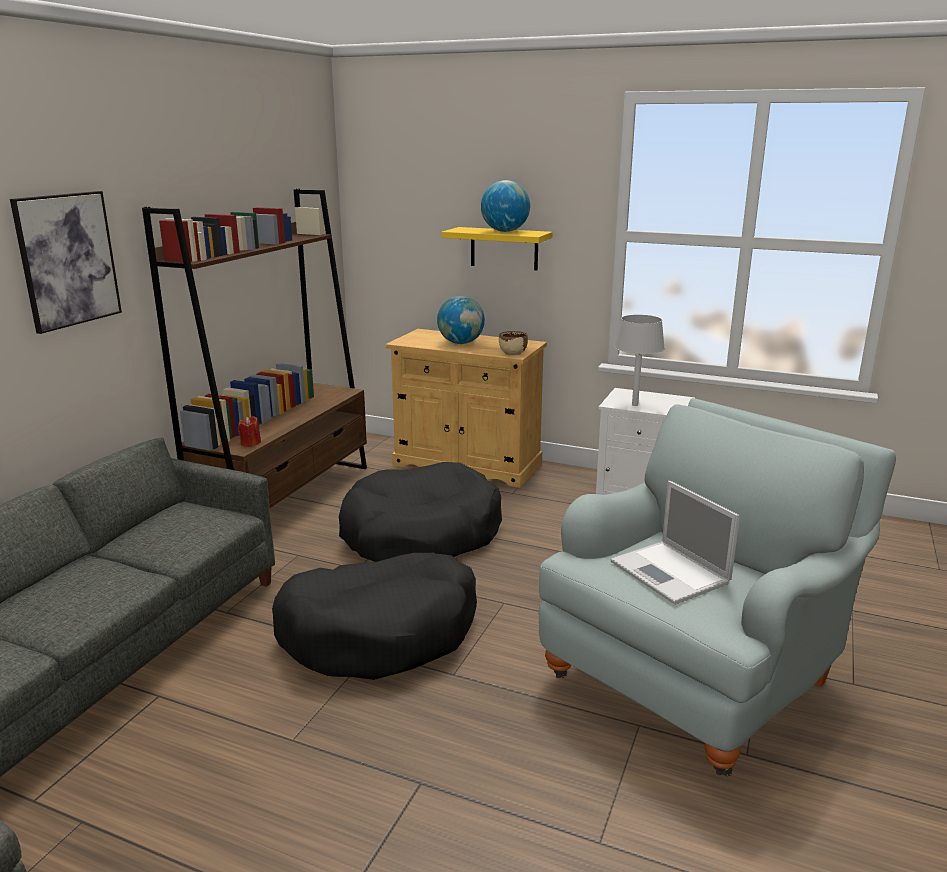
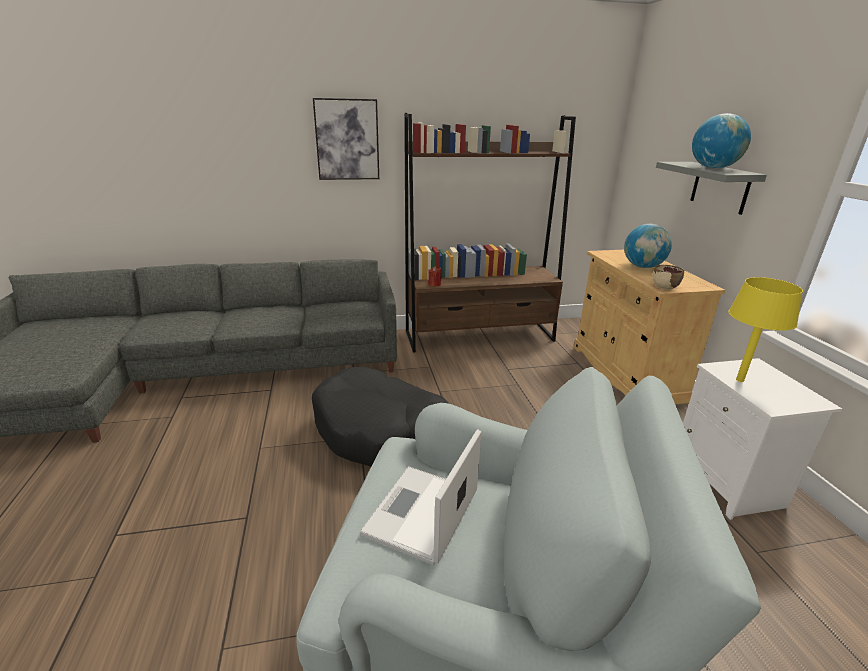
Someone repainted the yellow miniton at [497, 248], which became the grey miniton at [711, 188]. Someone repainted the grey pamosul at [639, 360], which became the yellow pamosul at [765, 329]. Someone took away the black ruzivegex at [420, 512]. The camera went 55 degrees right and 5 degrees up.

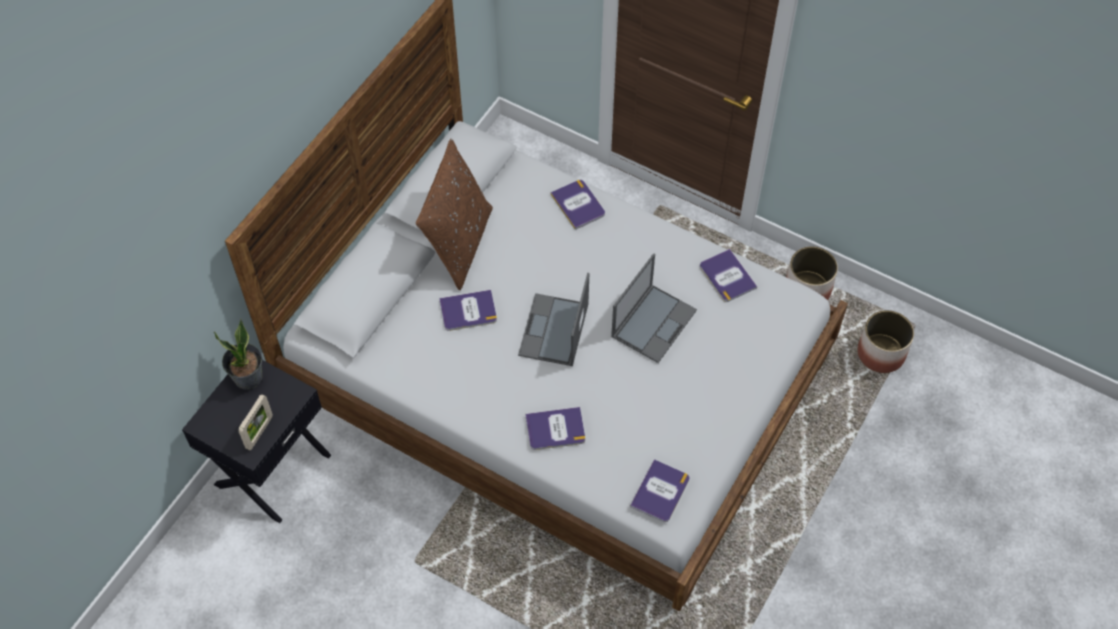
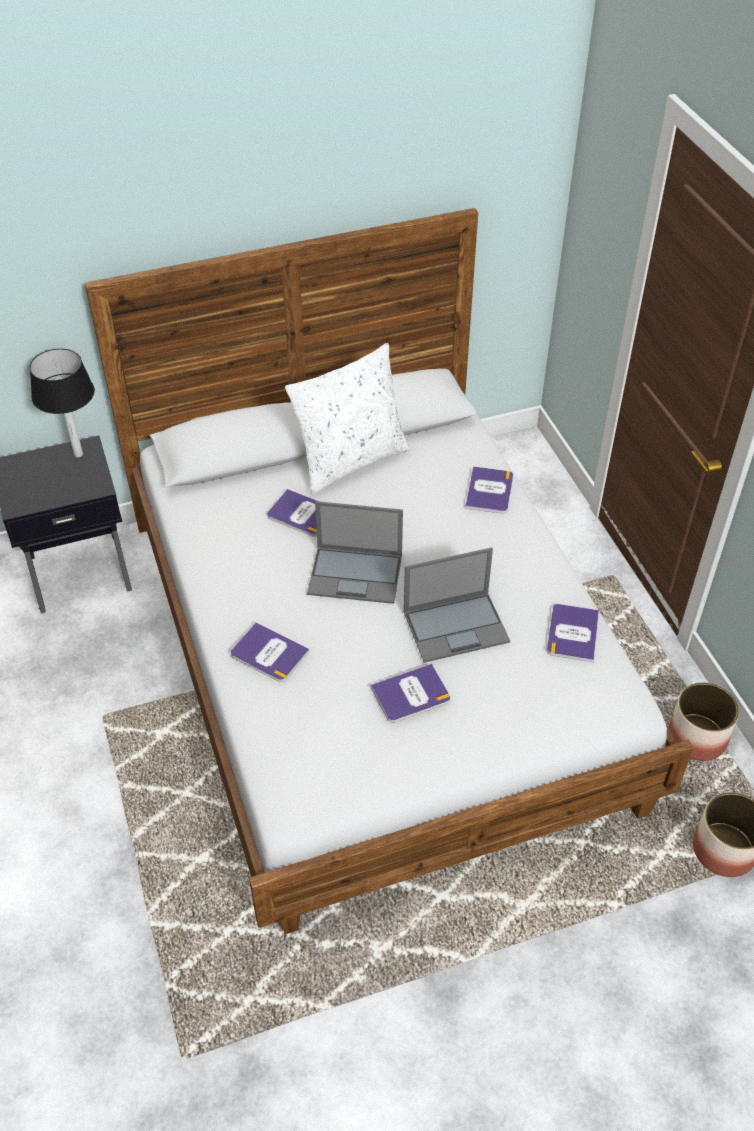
Someone repainted the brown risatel at [454, 214], which became the white risatel at [347, 418]. Someone rotated the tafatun at [553, 319] by 135 degrees counterclockwise. Someone swapped the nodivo at [238, 354] for the pamosul at [62, 403]. Someone took away the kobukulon at [255, 422]. Someone carried the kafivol from [659, 490] to [410, 693]. The camera went 40 degrees right and 10 degrees down.

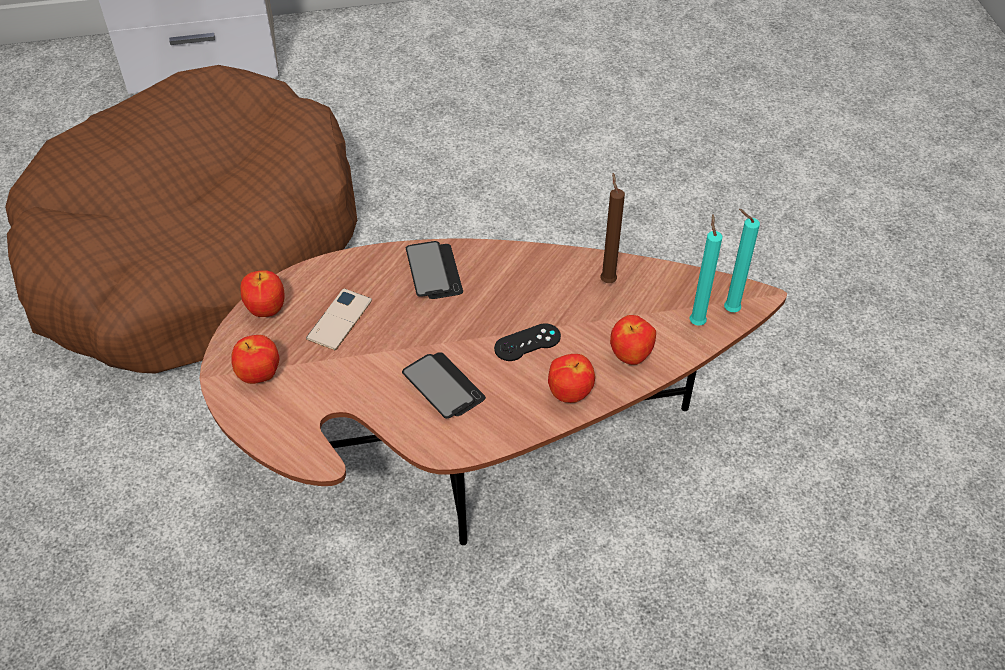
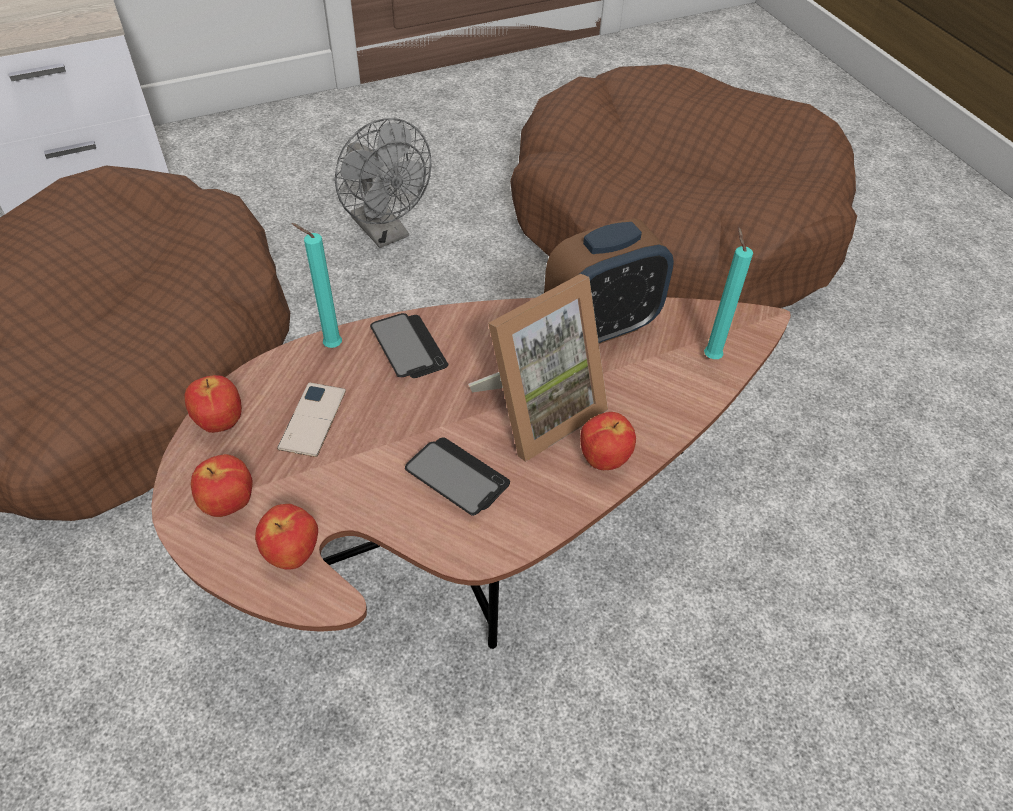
Someone swapped the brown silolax at [612, 228] for the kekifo at [609, 281]. Someone carried the turquoise silolax from [742, 260] to [316, 285]. Someone carried the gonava from [633, 340] to [286, 537]. Someone swapped the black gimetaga at [527, 342] for the kobukulon at [538, 368]. Someone put down the brown ruzivegex at [683, 186]. Someone put down the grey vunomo at [383, 183]. The camera went 15 degrees left and 0 degrees up.

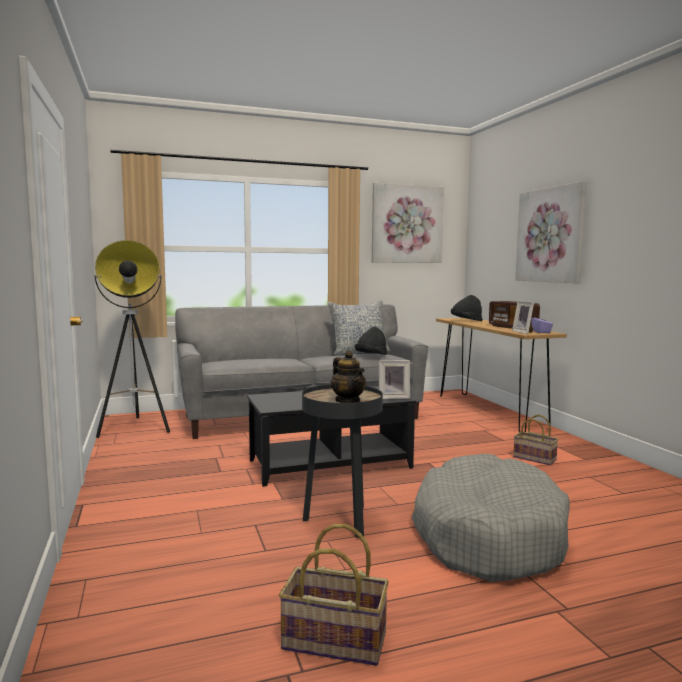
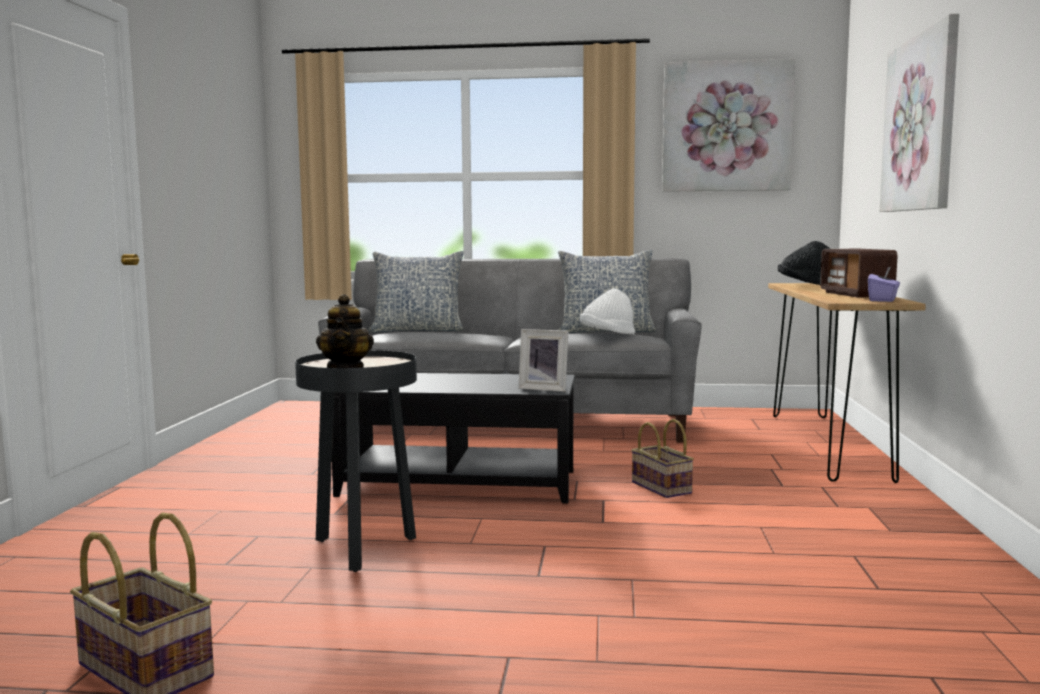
Someone took away the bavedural at [132, 339]. Someone took away the kobukulon at [523, 317]. Someone repainted the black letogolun at [371, 341], which became the white letogolun at [607, 311]. Someone carried the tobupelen from [535, 439] to [662, 458]. Someone took away the grey ruzivegex at [491, 518]. Someone put down the risatel at [416, 291]. The camera went 25 degrees right and 0 degrees up.

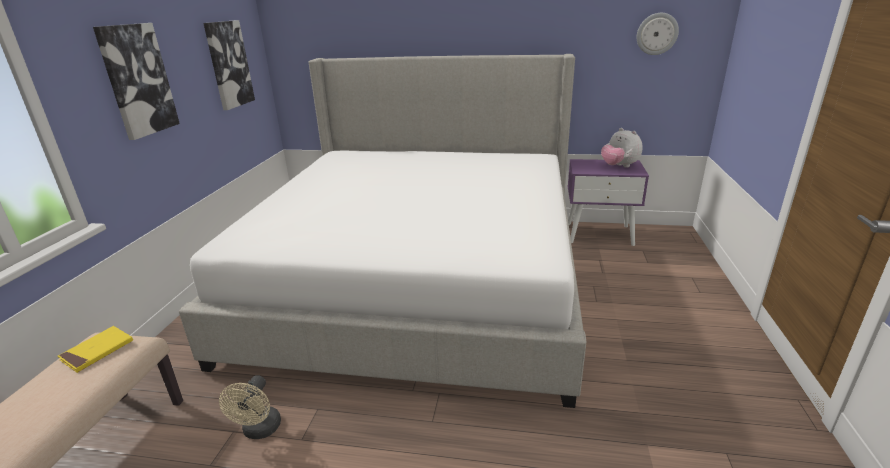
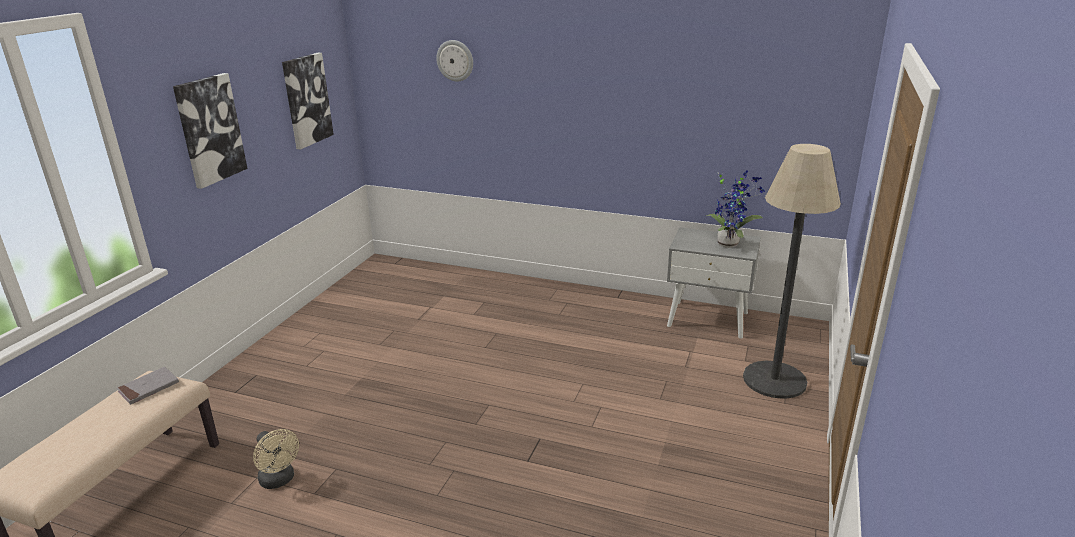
Someone carried the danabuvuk from [658, 34] to [454, 60]. Someone took away the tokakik at [382, 231]. Someone swapped the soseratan at [622, 148] for the nodivo at [735, 209]. Someone repainted the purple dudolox at [608, 202], which became the grey dudolox at [714, 283]. Someone repainted the yellow kafivol at [95, 349], which became the grey kafivol at [148, 386]. Someone rotated the beige vunomo at [250, 407] by 60 degrees counterclockwise. Someone put down the bavedural at [792, 271]. The camera went 10 degrees right and 0 degrees up.

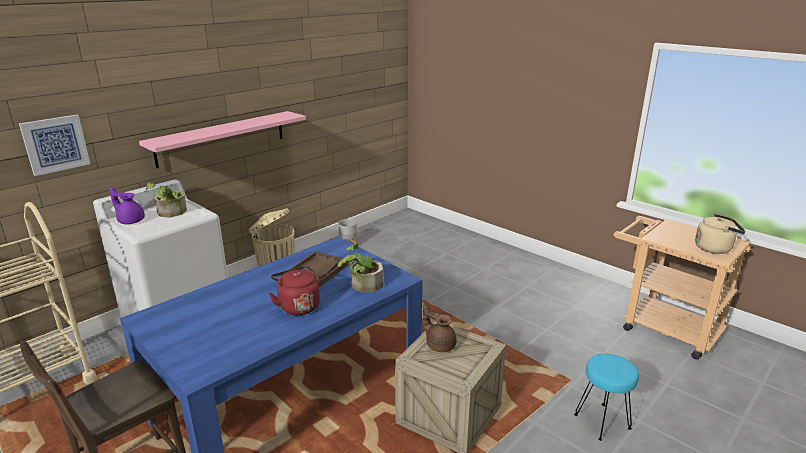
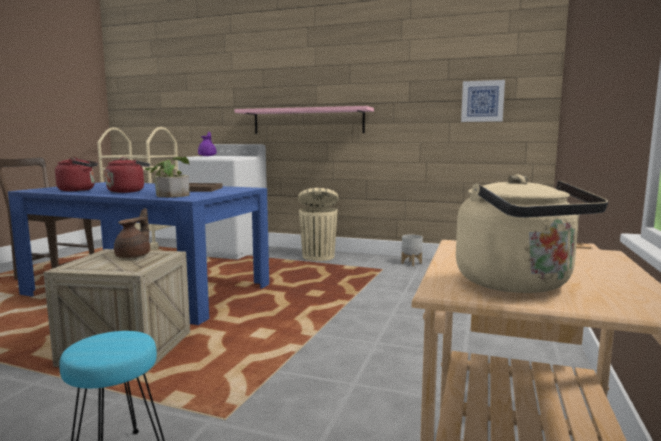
Someone carried the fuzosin from [54, 145] to [483, 101]. Someone took away the nodivo at [166, 199]. Someone put down the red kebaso at [76, 174]. The camera went 65 degrees right and 15 degrees down.

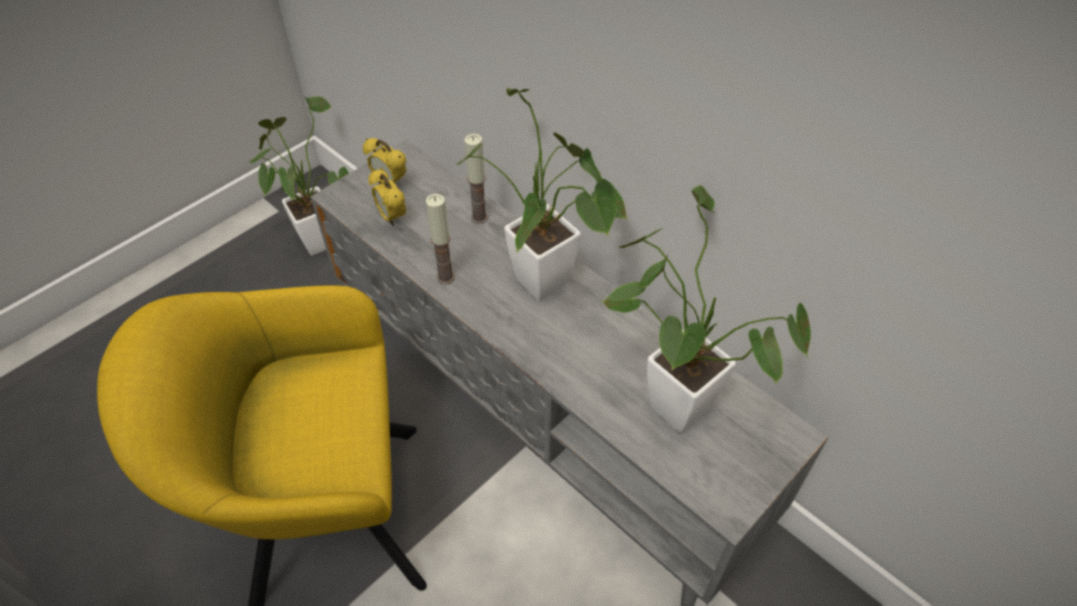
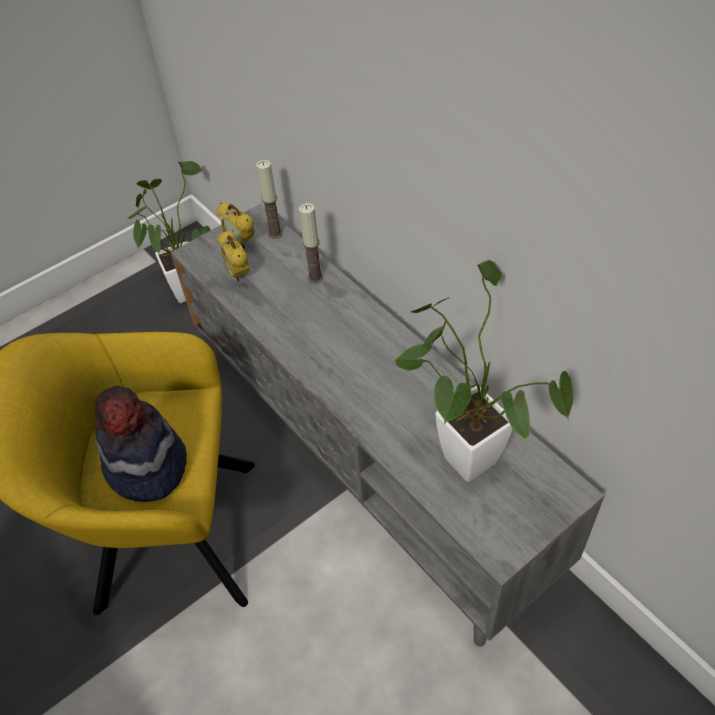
Someone took away the nodivo at [543, 194]. Someone carried the silolax from [440, 239] to [269, 199]. Someone put down the letogolun at [141, 444]. The camera went 10 degrees right and 0 degrees up.

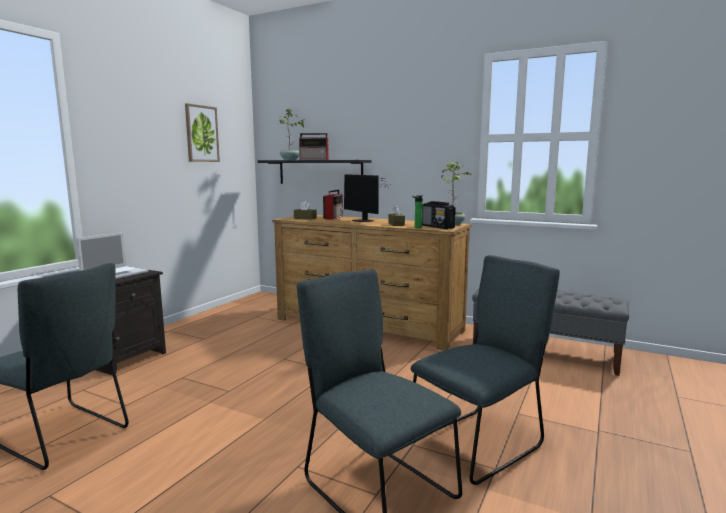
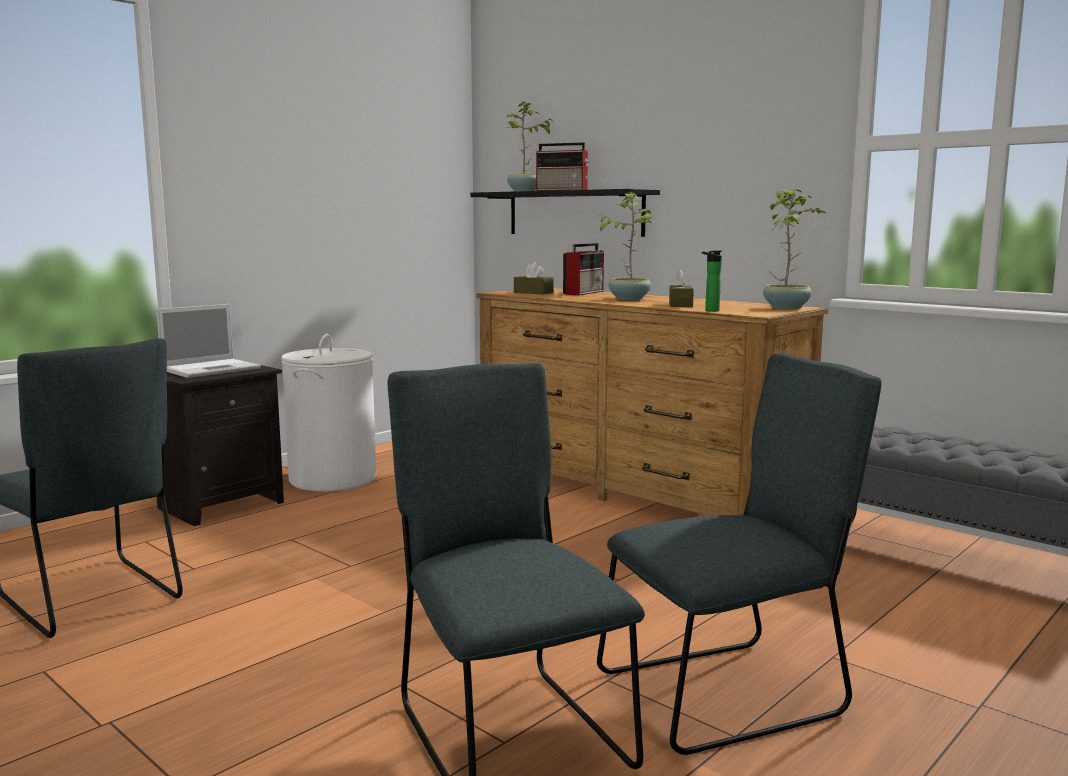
Someone took away the fuzosin at [202, 132]. Someone swapped the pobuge at [365, 198] for the nodivo at [625, 246]. Someone took away the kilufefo at [439, 215]. Someone put down the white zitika at [328, 412]. The camera went 15 degrees right and 0 degrees up.

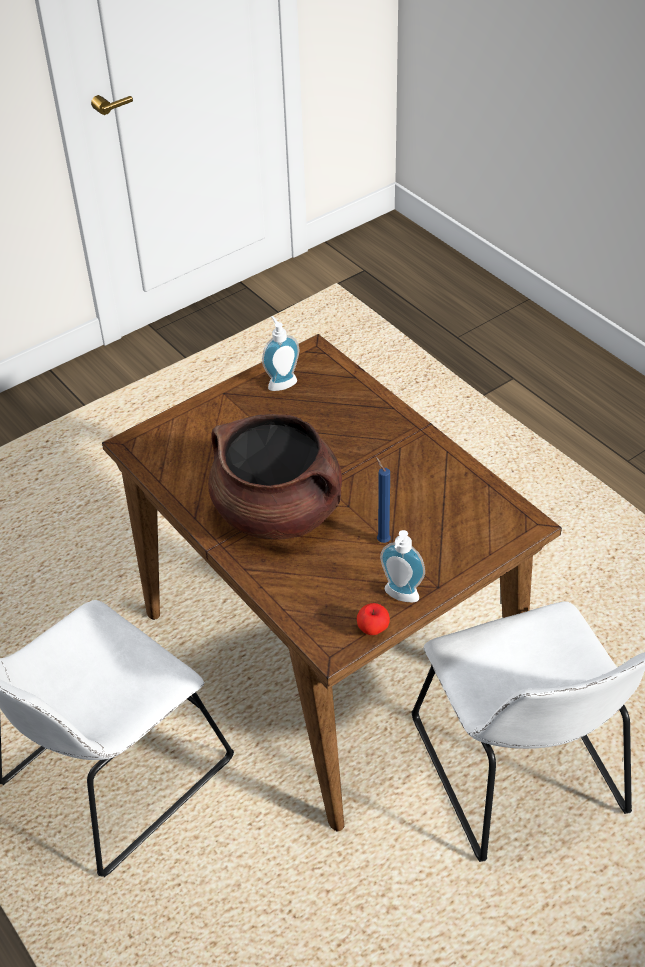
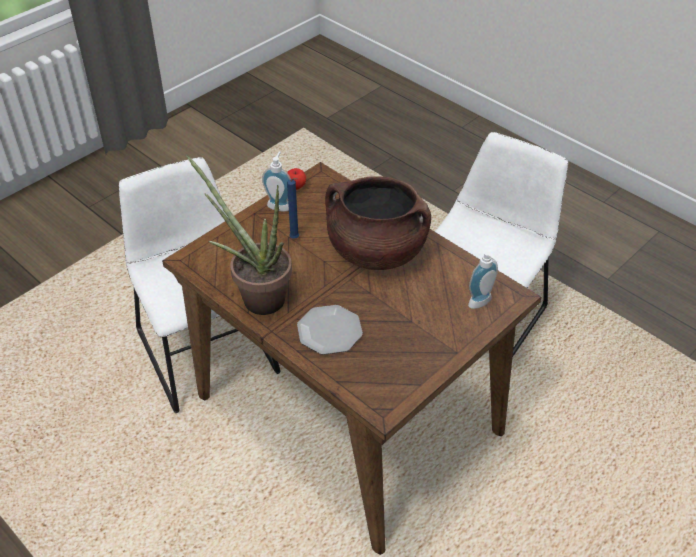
Someone carried the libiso from [280, 353] to [483, 280]. Someone put down the nodivo at [239, 235]. Someone put down the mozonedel at [330, 330]. The camera went 170 degrees right and 0 degrees up.

